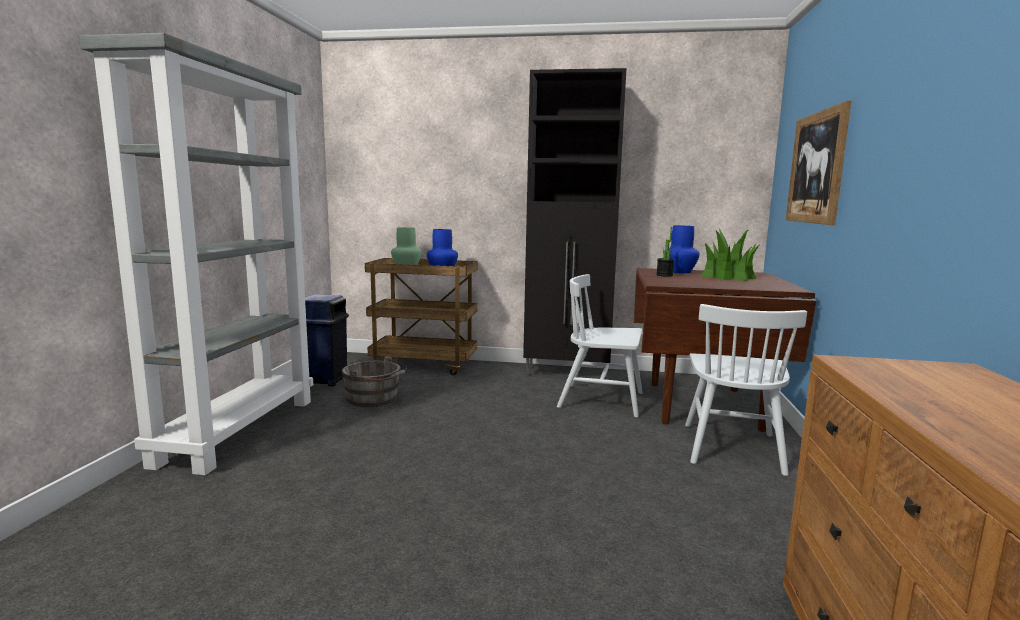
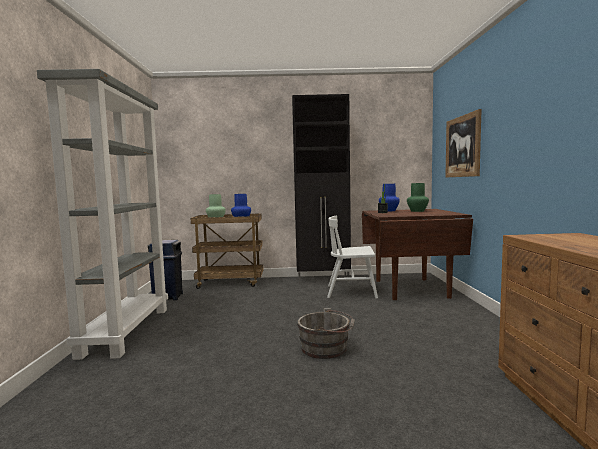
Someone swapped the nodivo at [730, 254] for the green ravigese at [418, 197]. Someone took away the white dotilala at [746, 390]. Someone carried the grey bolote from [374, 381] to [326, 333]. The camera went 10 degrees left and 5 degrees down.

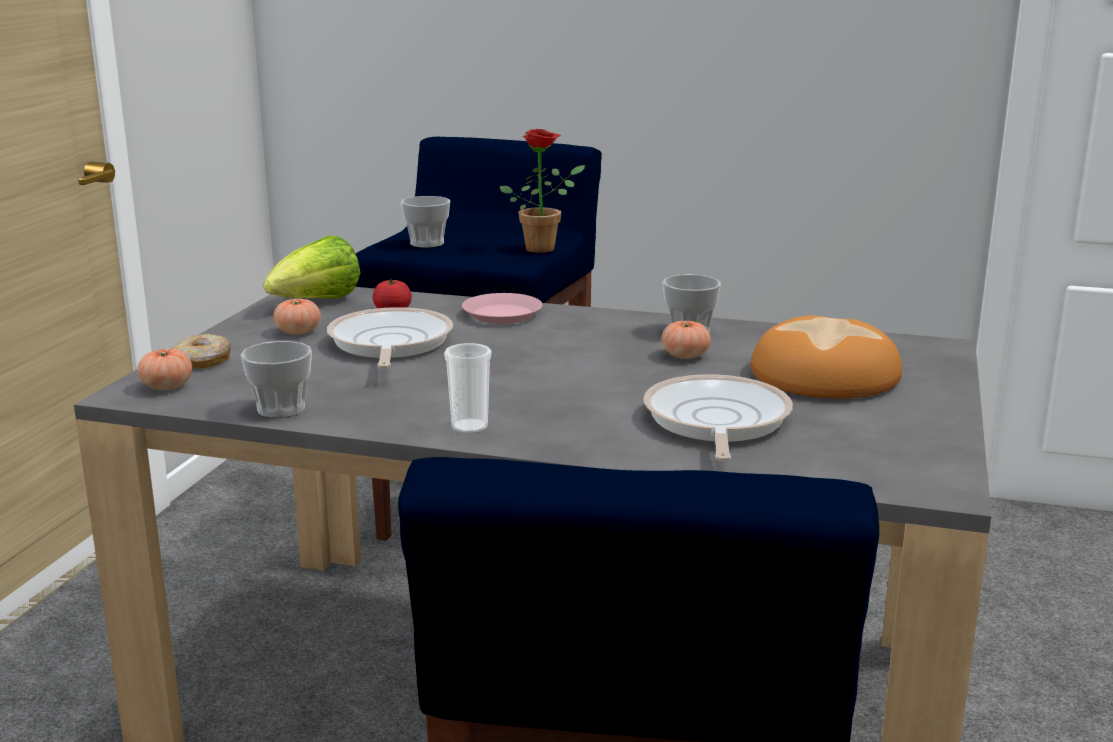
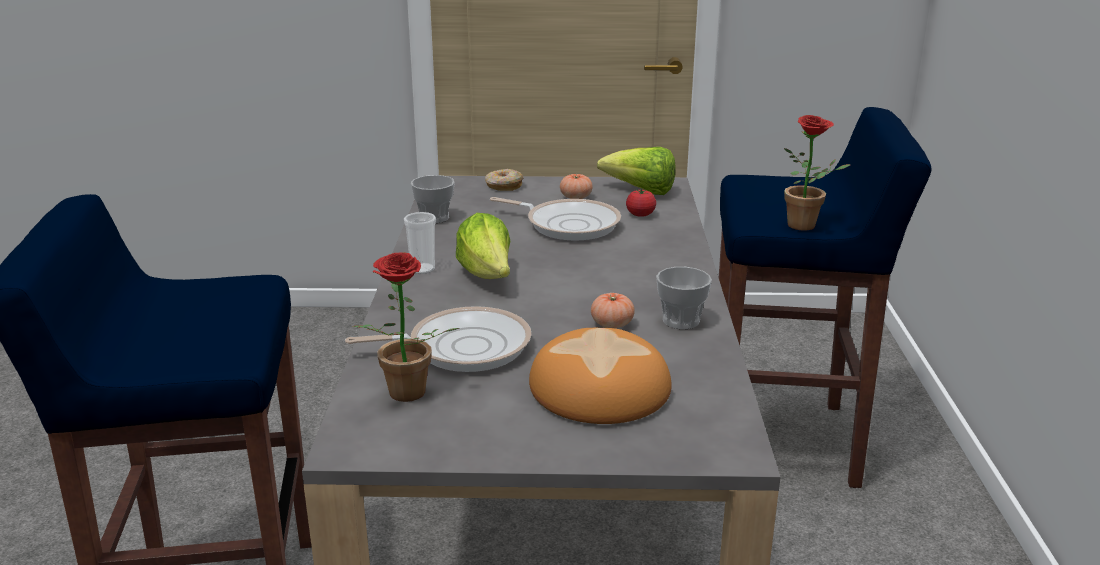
Someone took away the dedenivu at [425, 222]. Someone took away the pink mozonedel at [502, 308]. Someone rotated the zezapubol at [390, 337] by 45 degrees clockwise. Someone took away the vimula at [164, 369]. Someone put down the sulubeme at [483, 246]. Someone put down the nodivo at [405, 327]. The camera went 75 degrees right and 5 degrees up.

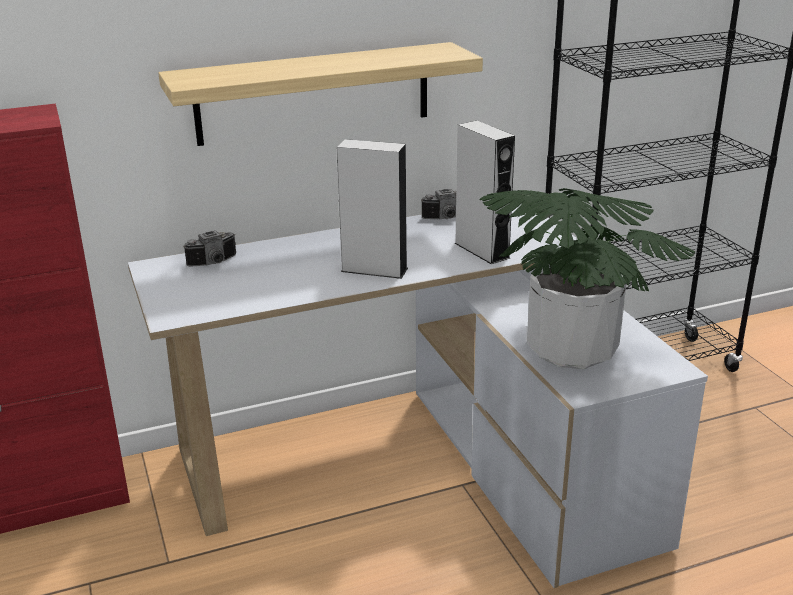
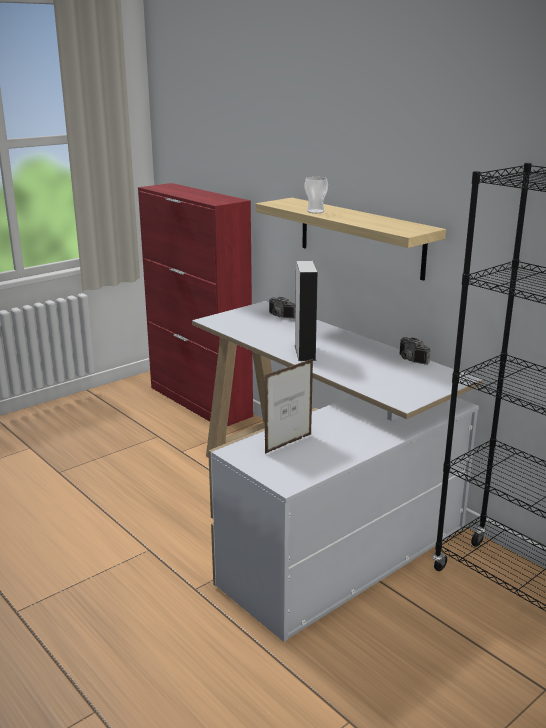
Someone took away the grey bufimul at [485, 192]. Someone swapped the nodivo at [587, 278] for the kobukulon at [289, 406]. Someone put down the dedenivu at [316, 195]. The camera went 70 degrees right and 5 degrees down.

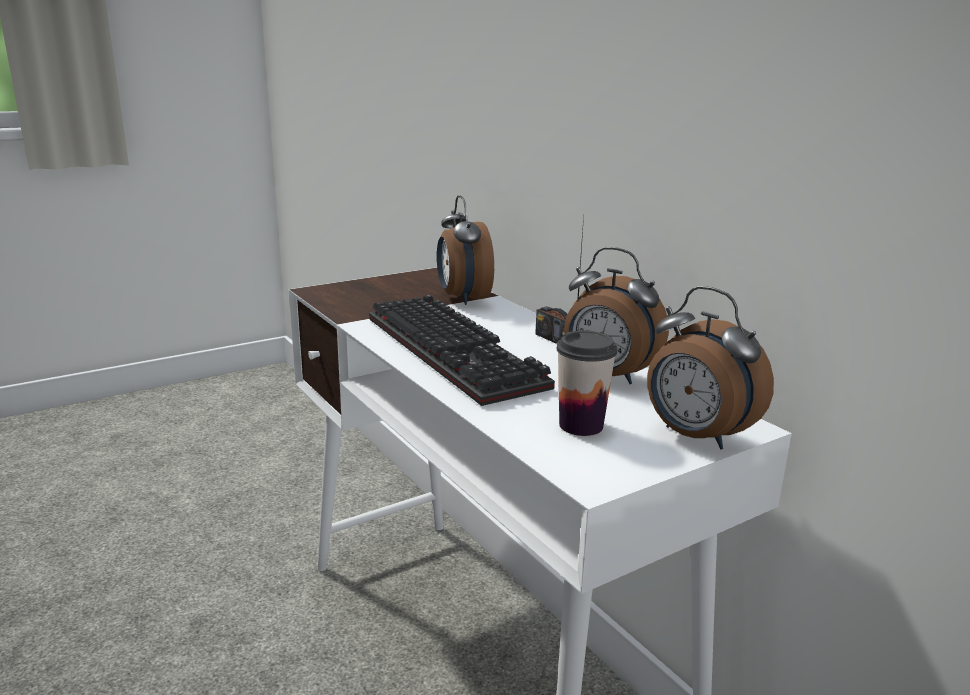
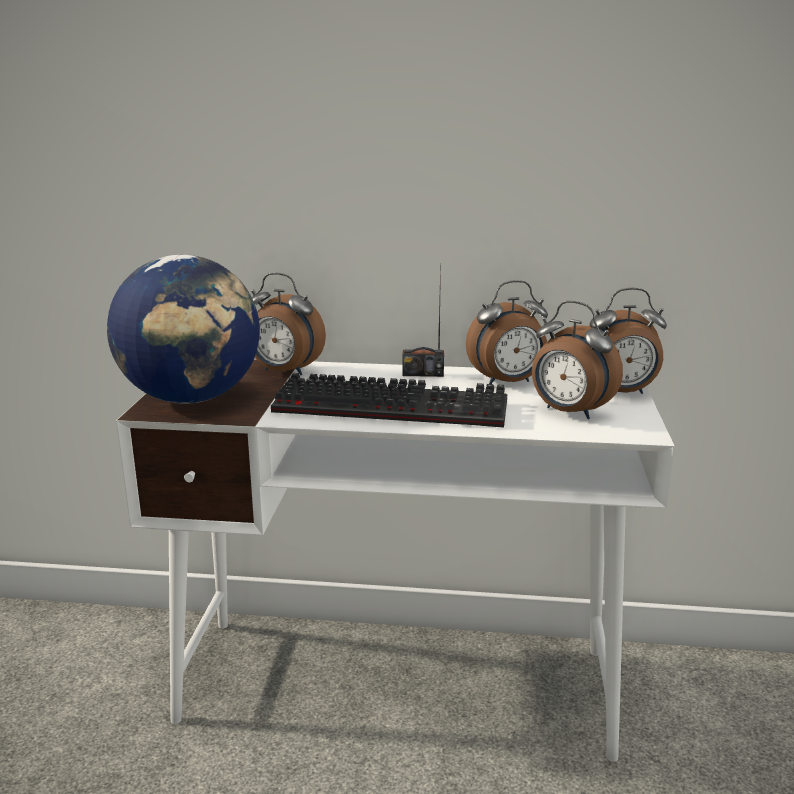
Someone swapped the dedenivu at [586, 383] for the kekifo at [577, 360]. Someone put down the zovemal at [183, 329]. The camera went 50 degrees left and 0 degrees up.

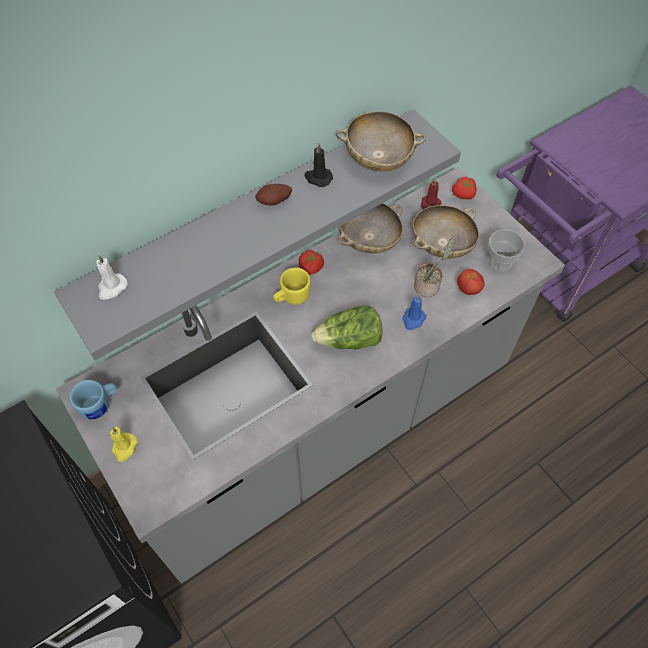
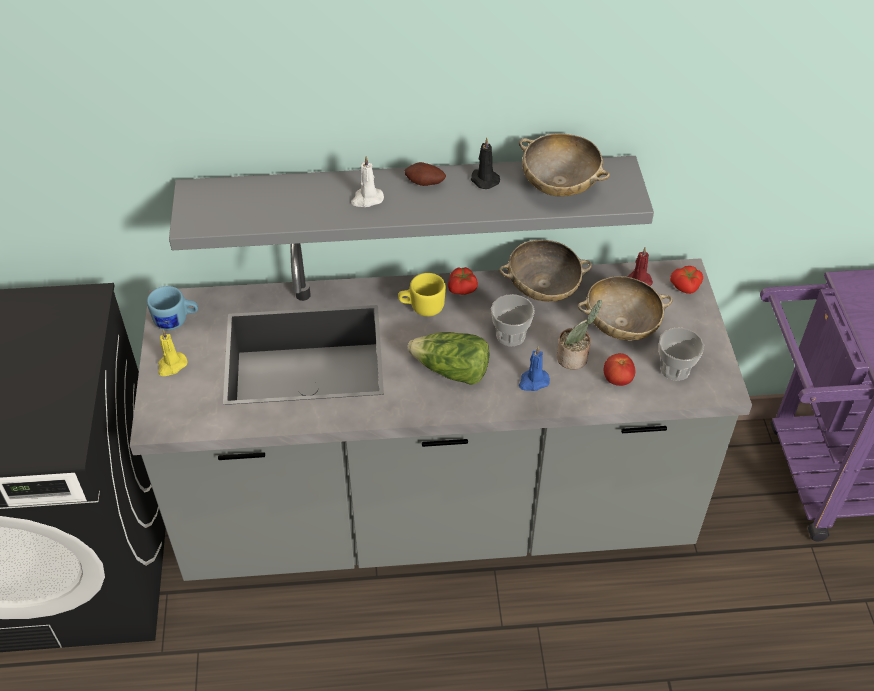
Someone carried the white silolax from [112, 277] to [367, 181]. Someone put down the dedenivu at [513, 320]. The camera went 30 degrees right and 10 degrees down.

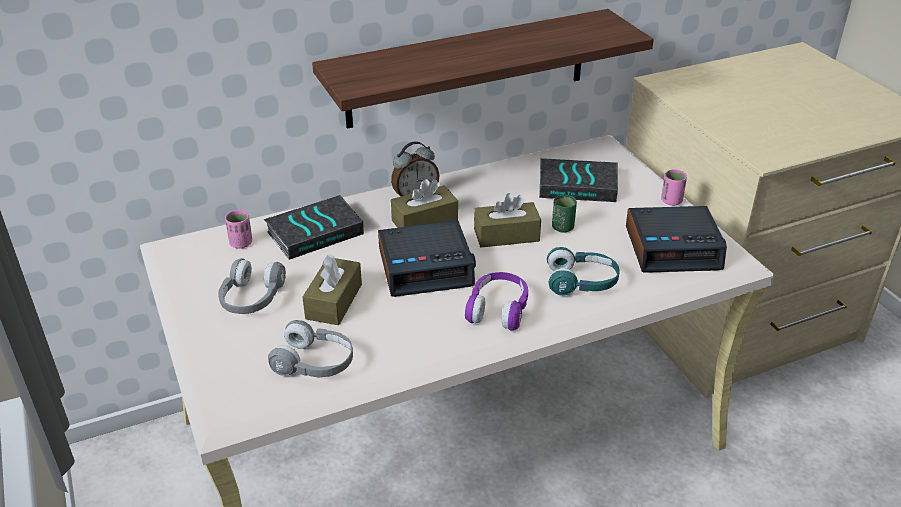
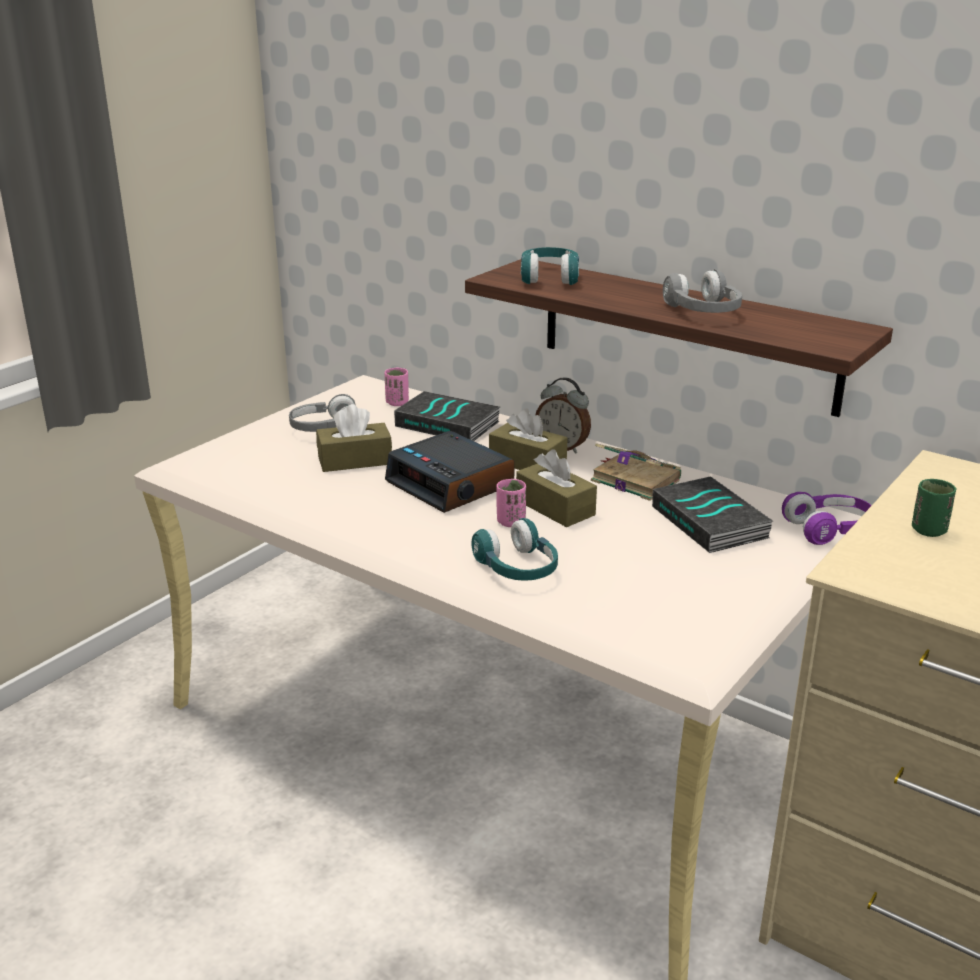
Someone carried the pink dedenivu from [674, 187] to [511, 503]. Someone carried the green dedenivu from [564, 214] to [934, 508]. Someone took away the kekifo at [676, 239]. Someone carried the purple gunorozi from [496, 301] to [827, 518]. Someone carried the grey gunorozi from [310, 348] to [702, 291]. Someone put down the turquoise gunorozi at [550, 266]. Someone put down the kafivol at [636, 472]. The camera went 60 degrees right and 10 degrees down.

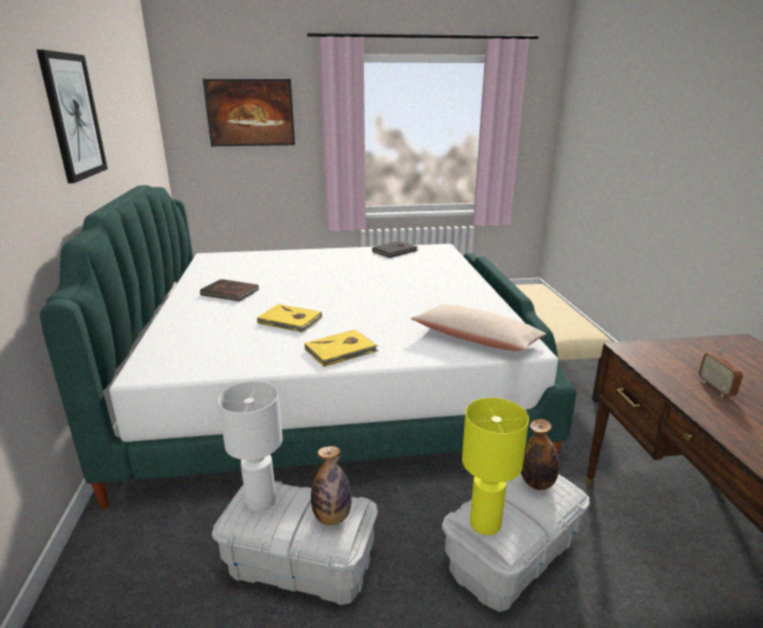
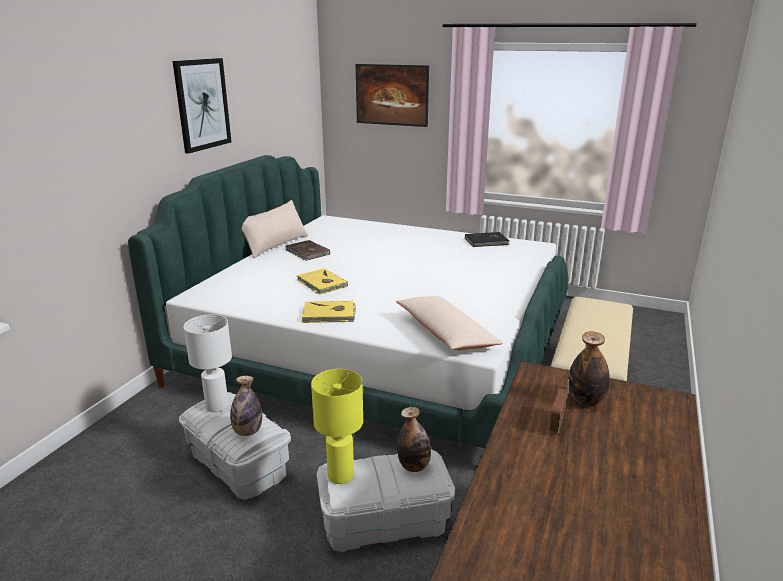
Someone put down the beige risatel at [275, 229]. Someone put down the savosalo at [589, 368]. The camera went 30 degrees right and 0 degrees up.

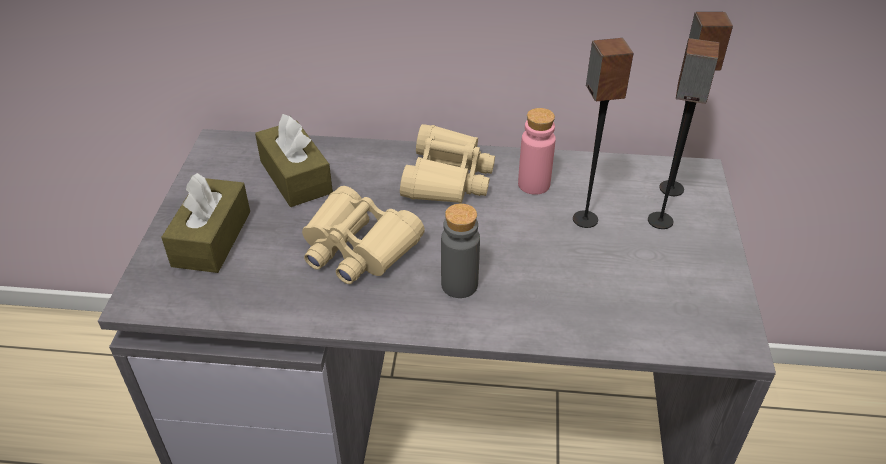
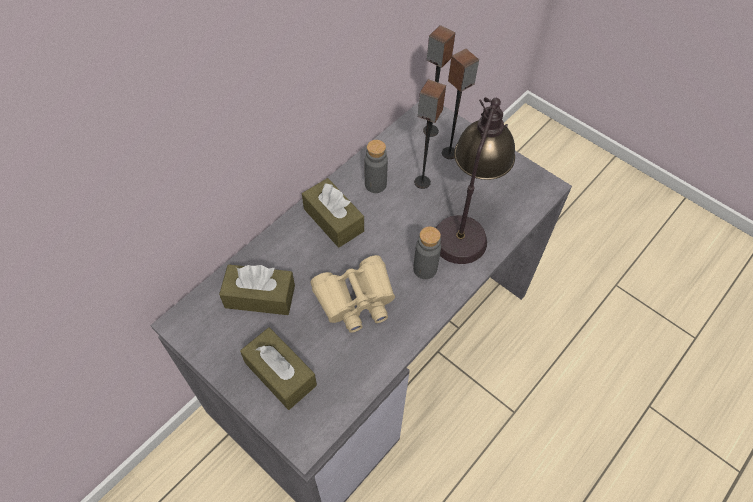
Someone repainted the pink savosalo at [537, 151], which became the grey savosalo at [376, 166]. Someone swapped the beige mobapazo at [447, 164] for the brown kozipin at [333, 213]. Someone put down the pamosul at [475, 180]. The camera went 55 degrees left and 15 degrees up.

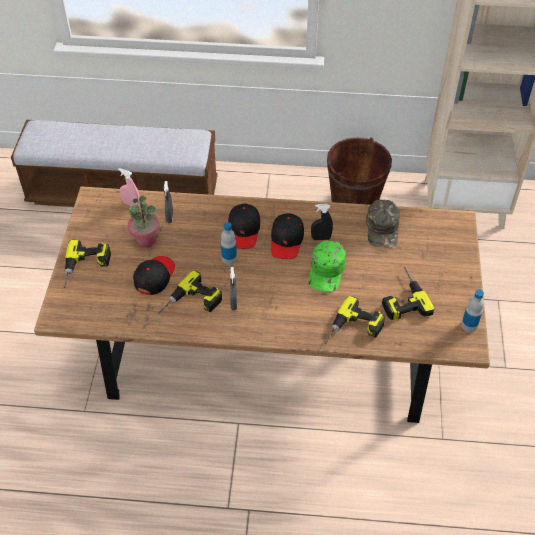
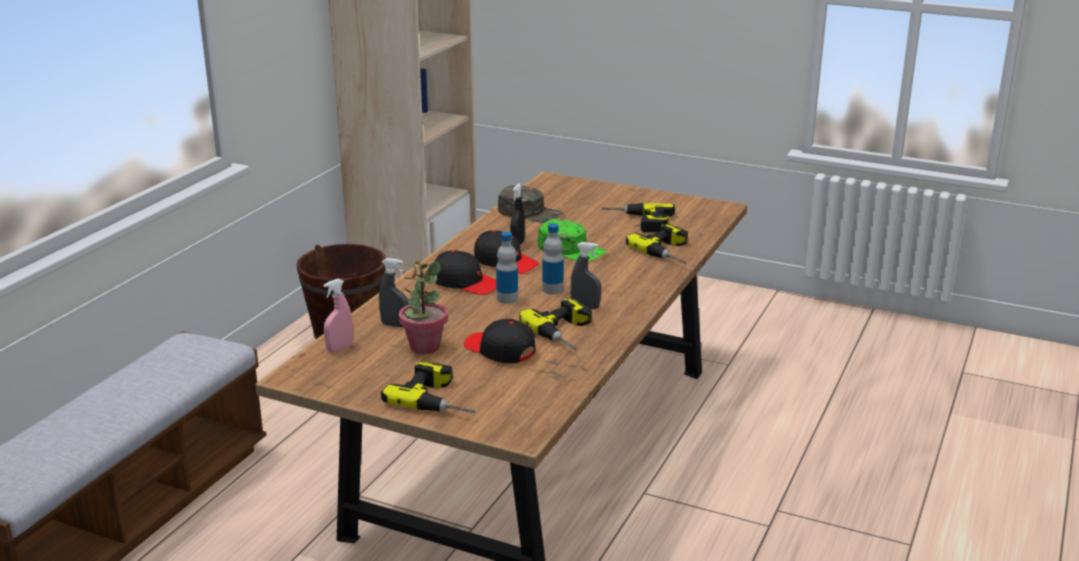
Someone carried the savosalo from [472, 310] to [553, 258]. The camera went 70 degrees left and 25 degrees down.

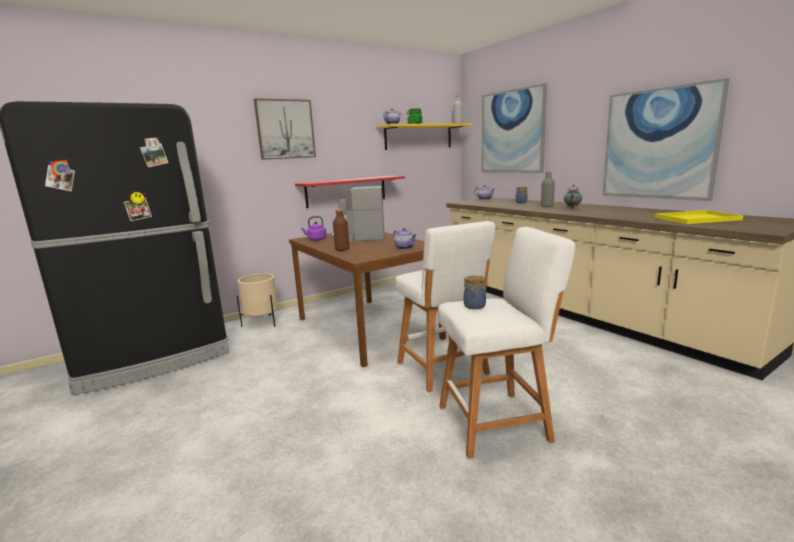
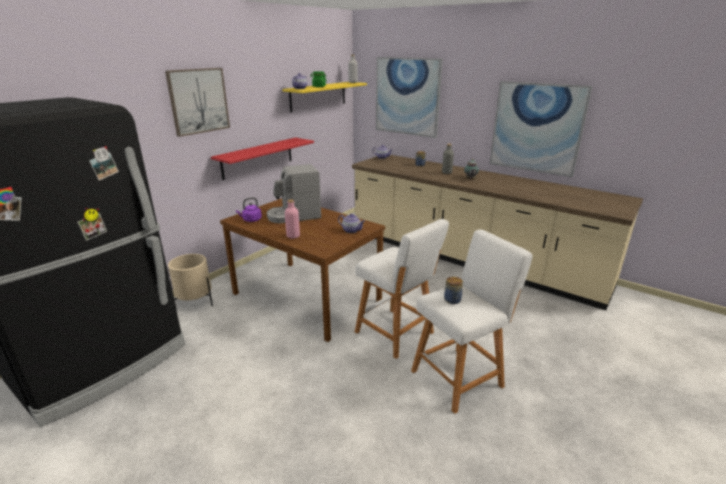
Someone repainted the brown savosalo at [341, 230], which became the pink savosalo at [292, 219]. Someone took away the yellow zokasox at [699, 217]. The camera went 20 degrees left and 10 degrees up.

